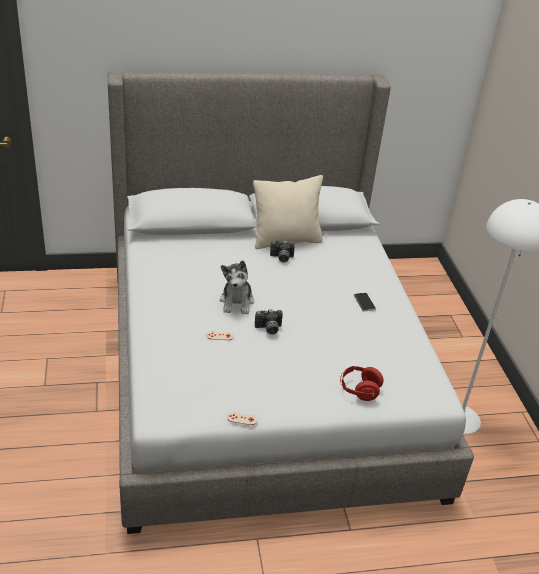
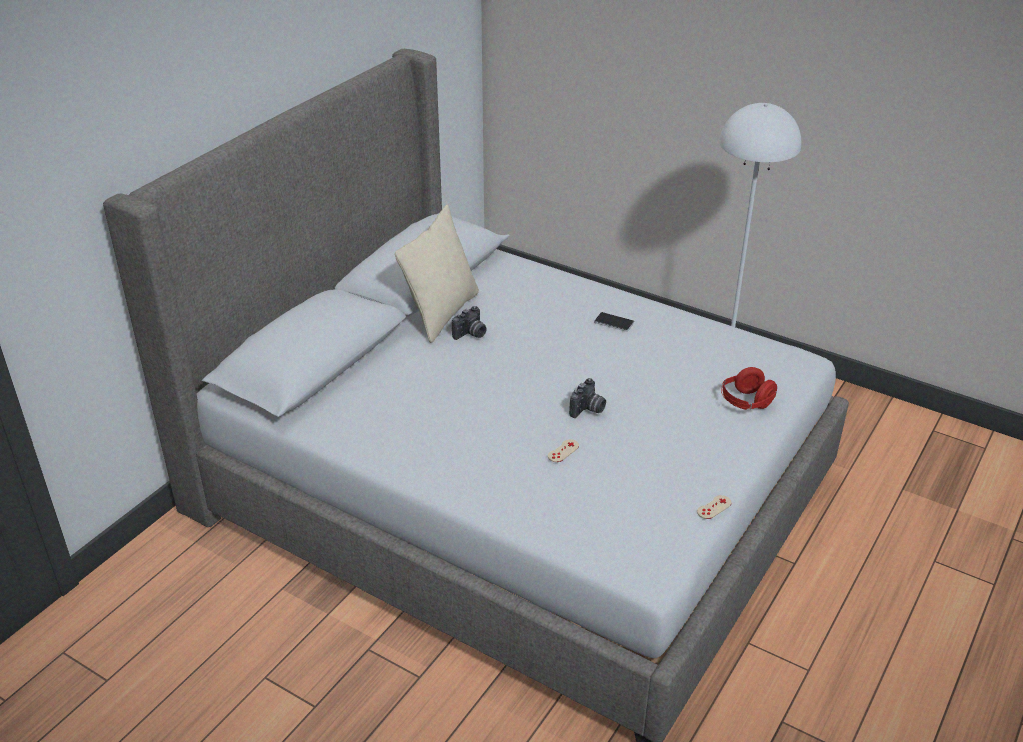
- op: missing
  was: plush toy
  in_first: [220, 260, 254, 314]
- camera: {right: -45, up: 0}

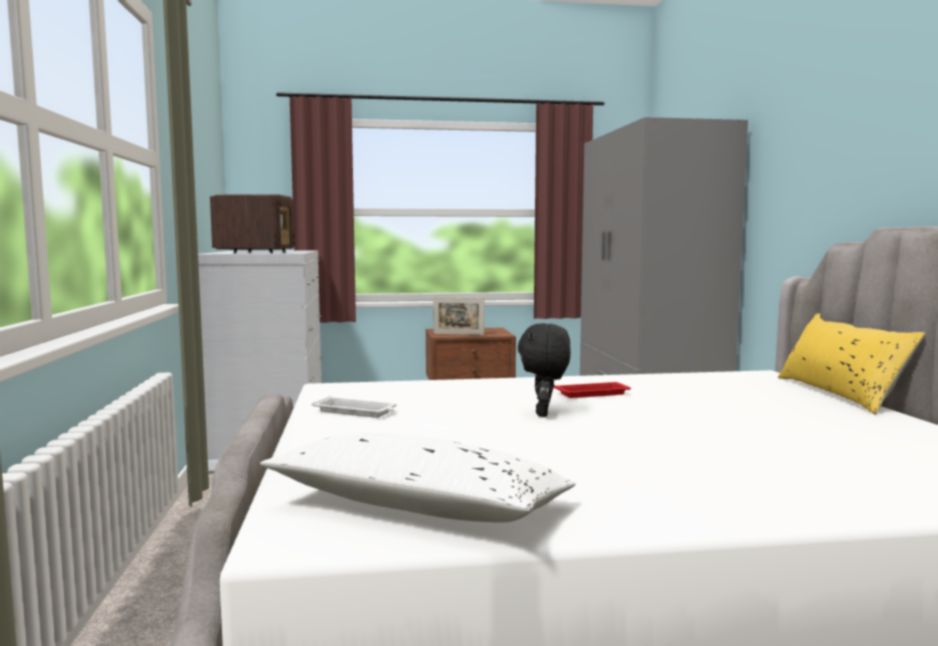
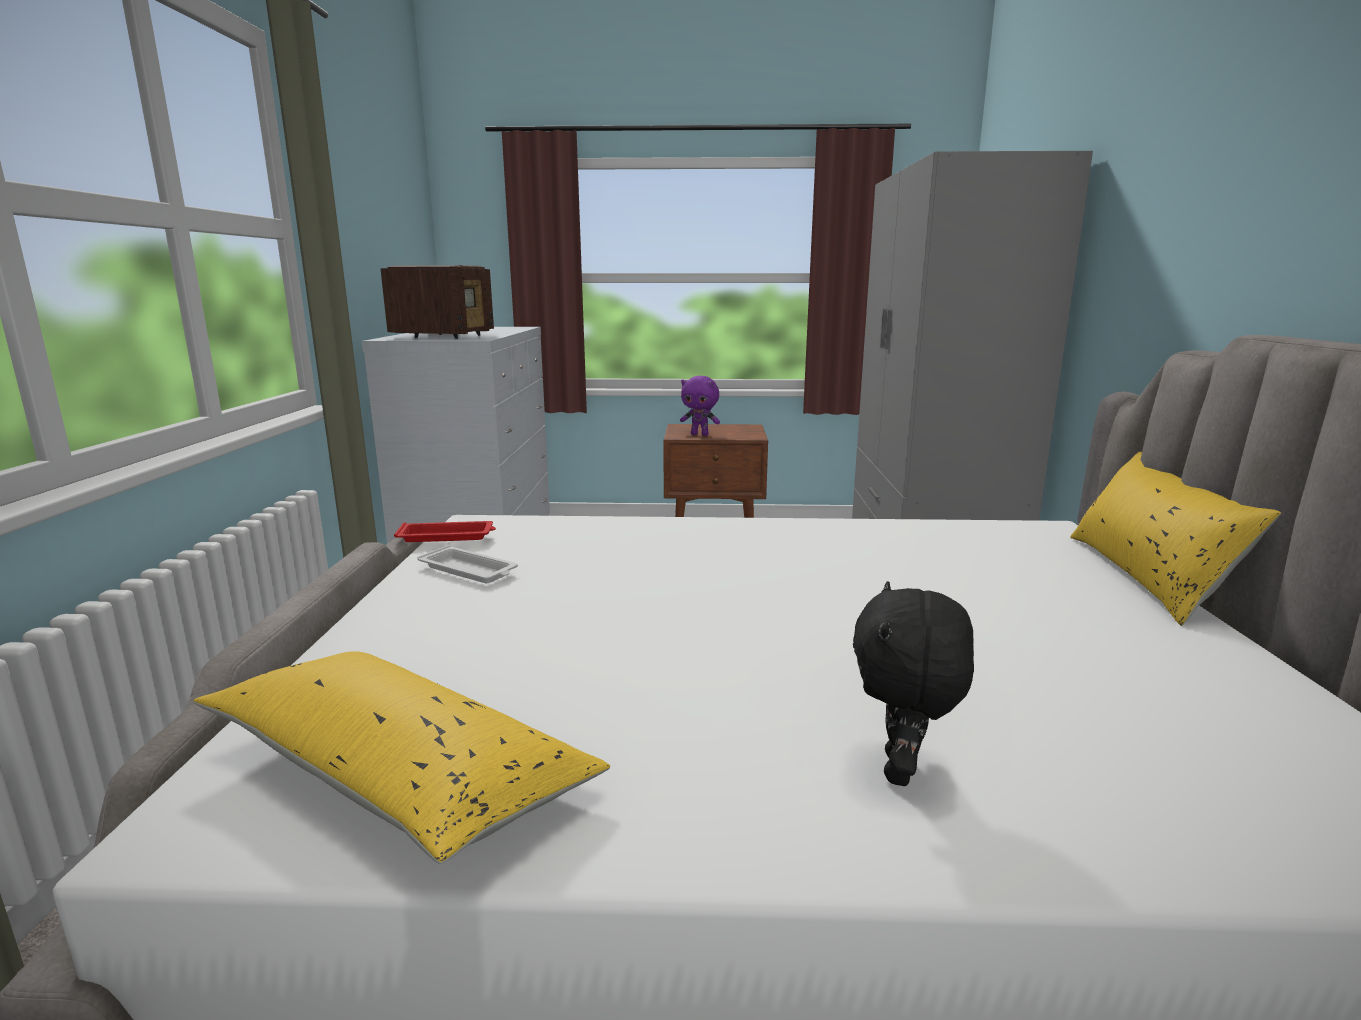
- op: relocated
  was: black plush toy
  in_first: [518, 323, 571, 417]
  in_second: [853, 581, 974, 786]
- op: relocated
  was: red tray
  in_first: [554, 382, 631, 398]
  in_second: [394, 521, 496, 542]
- op: exchanged
  was: picture frame
  now: purple plush toy
  in_first: [433, 297, 484, 335]
  in_second: [680, 376, 720, 436]
- op: colour
  was: white pillow
  now: yellow pillow
  in_first: [260, 432, 576, 523]
  in_second: [193, 651, 610, 864]
- camera: {right: 10, up: 10}

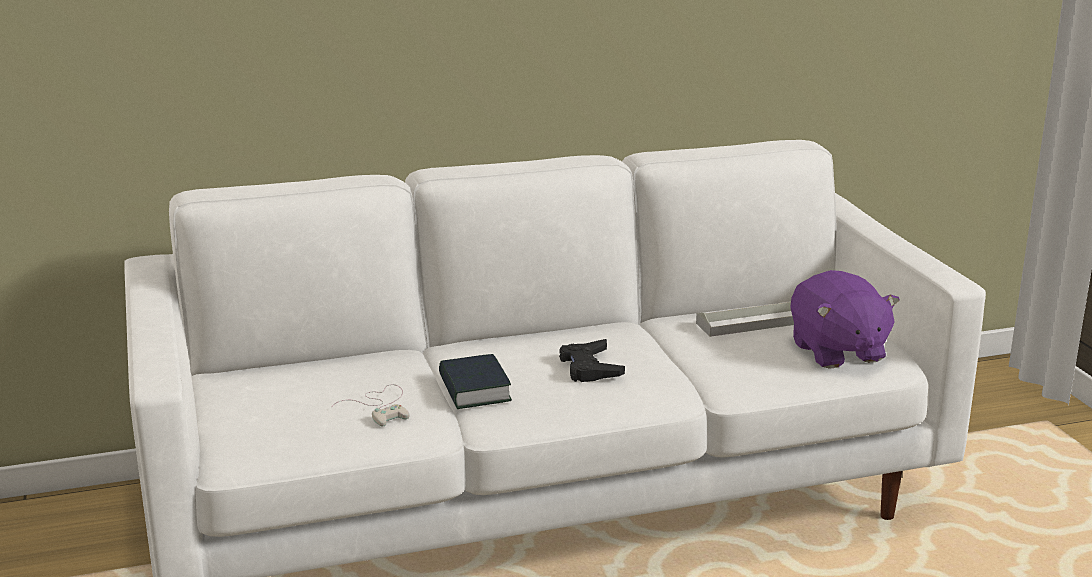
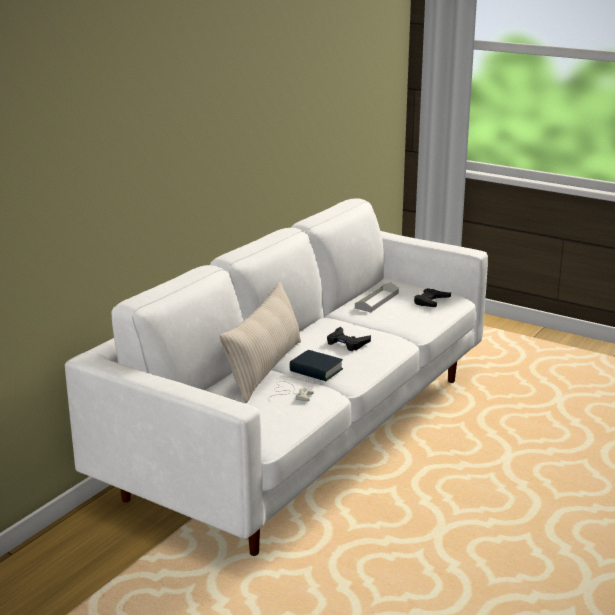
- op: appeared
  now: beige pillow
  in_second: [220, 282, 301, 403]
- op: exchanged
  was: purple plush toy
  now: black game controller
  in_first: [790, 270, 900, 369]
  in_second: [414, 288, 451, 307]
- camera: {right: -40, up: 0}

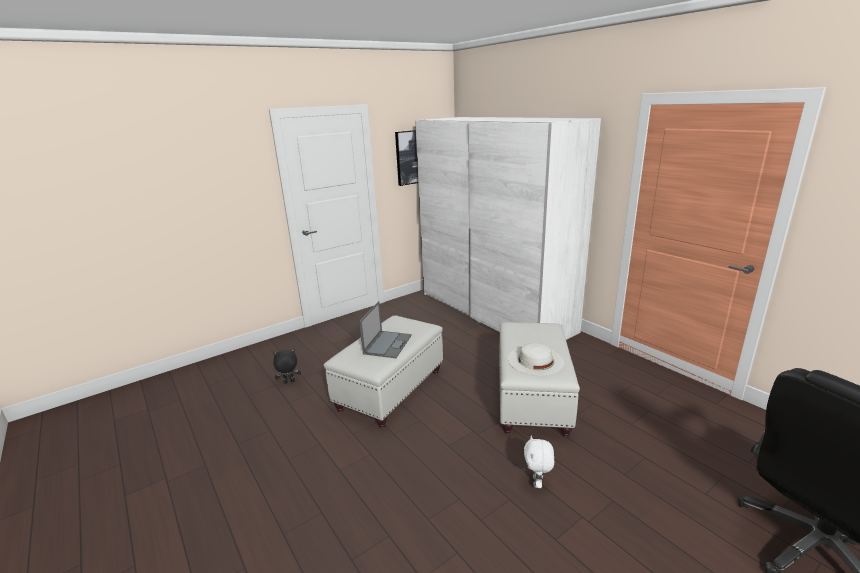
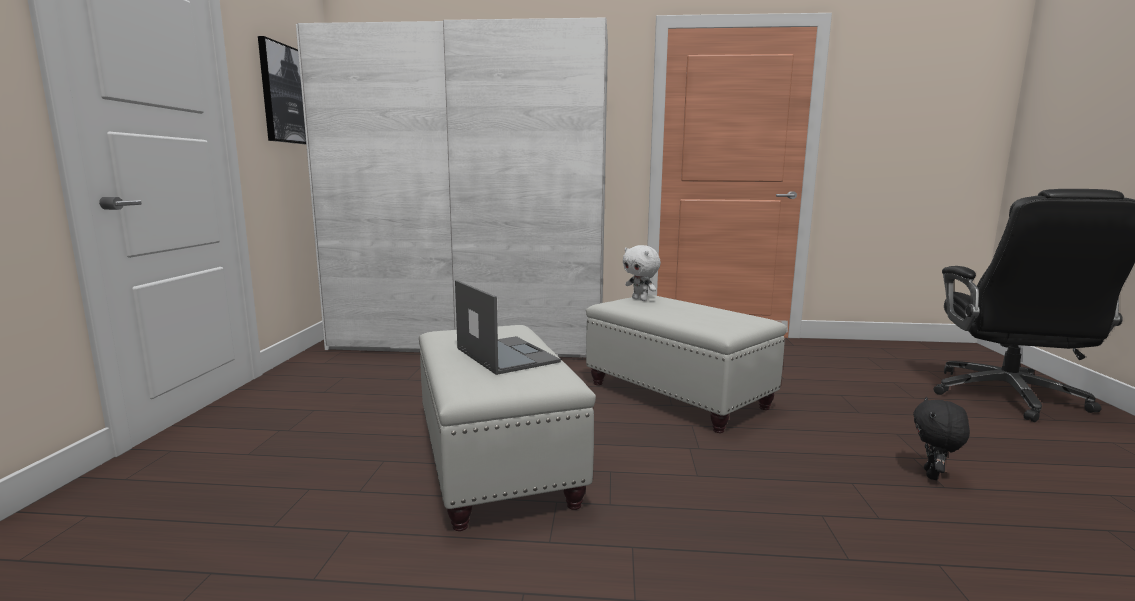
- op: missing
  was: white hat
  in_first: [508, 343, 564, 376]
- op: relocated
  was: black plush toy
  in_first: [273, 349, 301, 384]
  in_second: [913, 397, 970, 480]
- op: relocated
  was: white plush toy
  in_first: [524, 435, 554, 488]
  in_second: [623, 245, 661, 301]
- camera: {right: -50, up: -10}

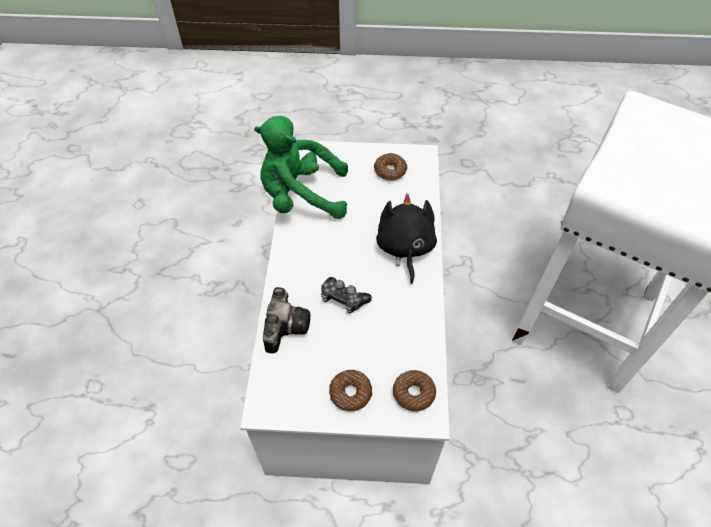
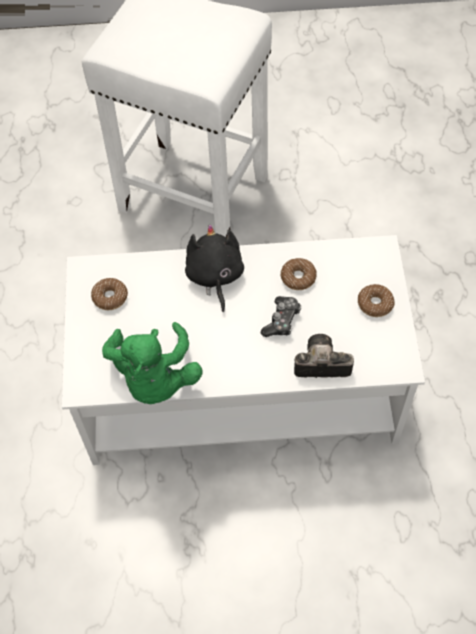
- op: relocated
  was: donut
  in_first: [393, 370, 436, 411]
  in_second: [281, 258, 317, 290]
- op: spun
  was: black plush toy
  in_first: [376, 193, 437, 284]
  in_second: [185, 224, 244, 312]
  clockwise: 90
- camera: {right: -95, up: 5}

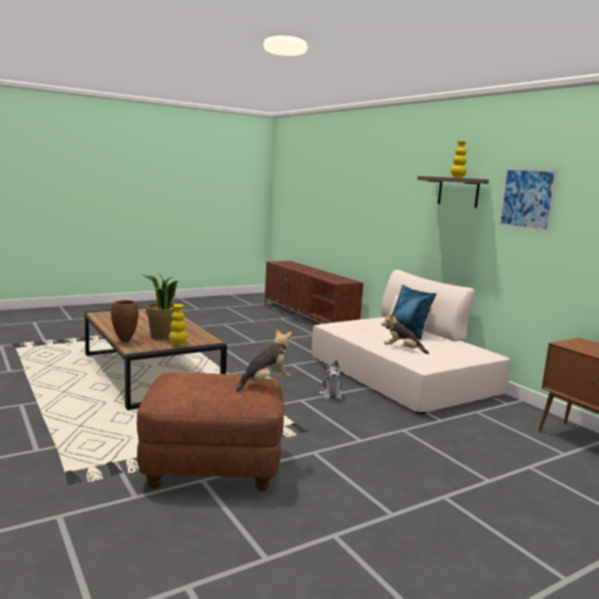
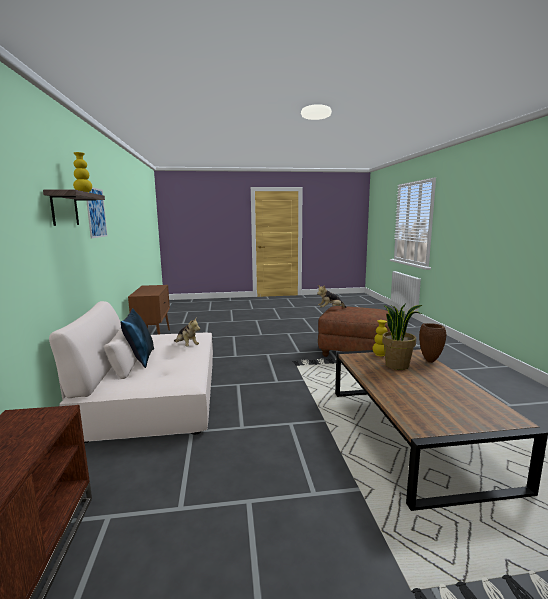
- op: missing
  was: plush toy
  in_first: [319, 360, 343, 400]
- camera: {right: -155, up: 0}

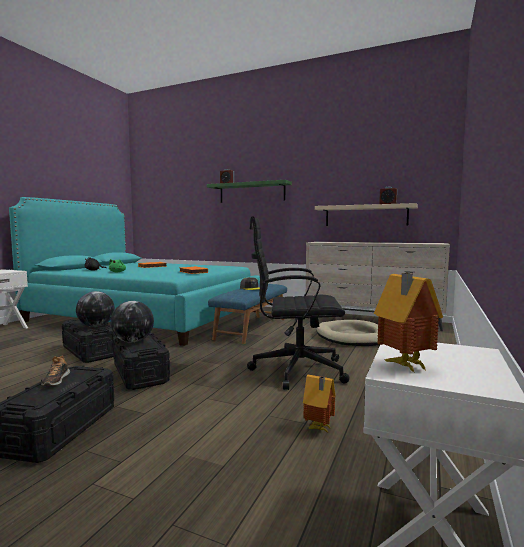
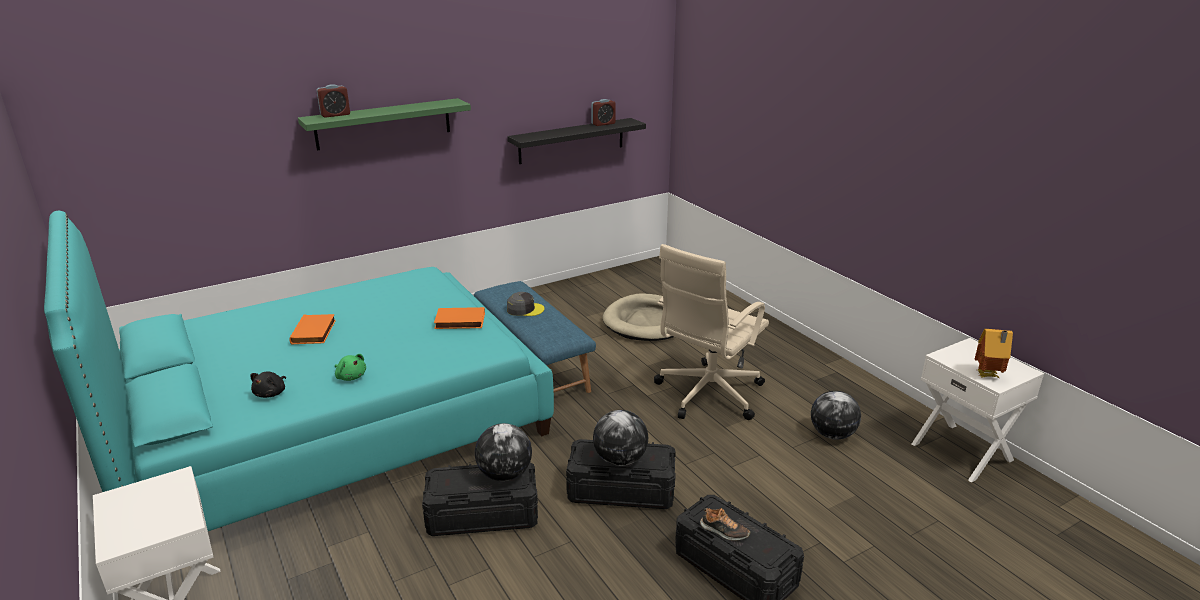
- op: missing
  was: beige dresser
  in_first: [306, 242, 450, 331]
- op: exchanged
  was: toy house
  now: globe
  in_first: [303, 374, 336, 432]
  in_second: [811, 391, 861, 440]
- op: colour
  was: black office chair
  now: beige office chair
  in_first: [247, 216, 350, 390]
  in_second: [654, 244, 769, 420]
- op: colour
  was: beige shelf
  now: black shelf
  in_first: [315, 203, 418, 226]
  in_second: [507, 118, 646, 164]
- camera: {right: -55, up: 20}

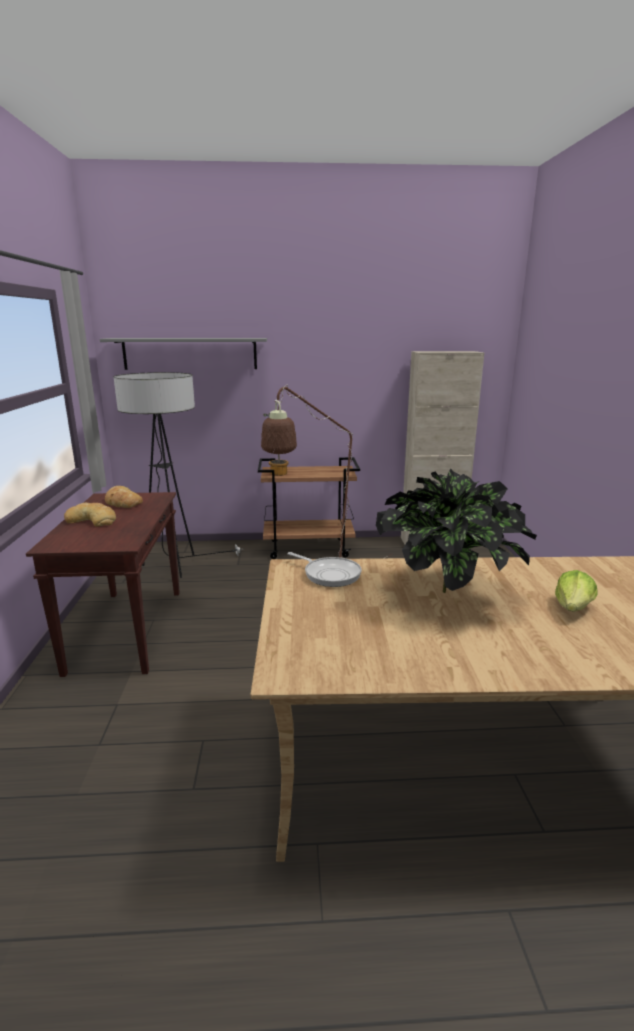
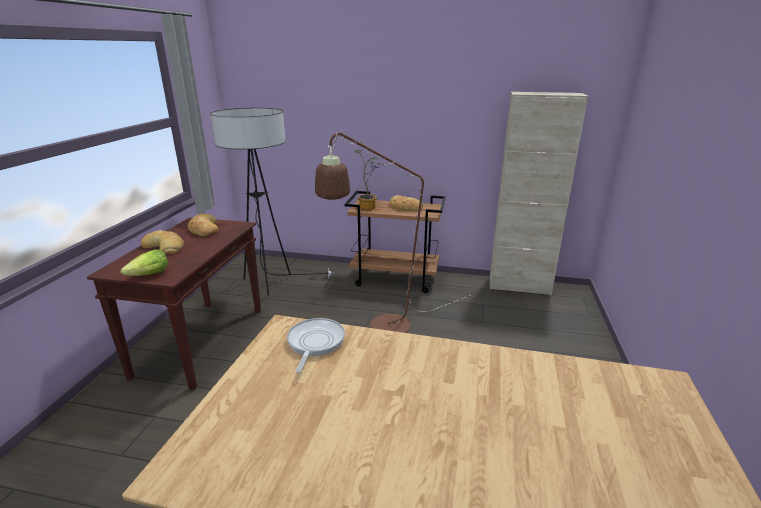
- op: missing
  was: grey shelf
  in_first: [100, 338, 267, 370]
- op: missing
  was: potted plant
  in_first: [376, 468, 537, 593]
- op: appeared
  now: bread
  in_second: [390, 195, 423, 211]
- op: relocated
  was: lettuce
  in_first: [555, 570, 598, 612]
  in_second: [121, 250, 168, 276]
- op: spun
  was: frying pan
  in_first: [287, 552, 362, 587]
  in_second: [287, 318, 345, 373]
  clockwise: -135
- camera: {right: 15, up: 5}

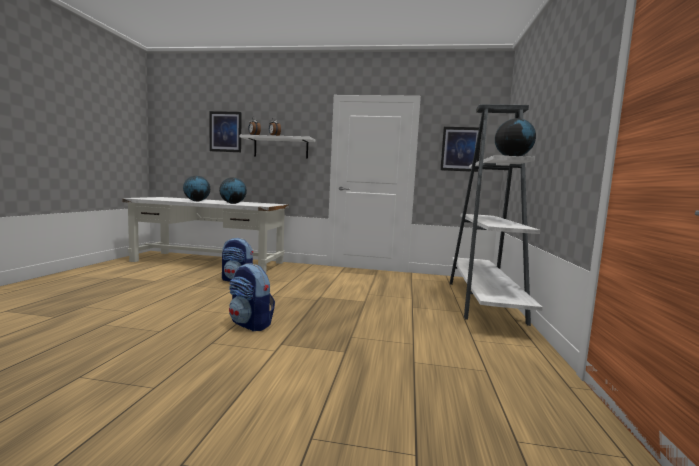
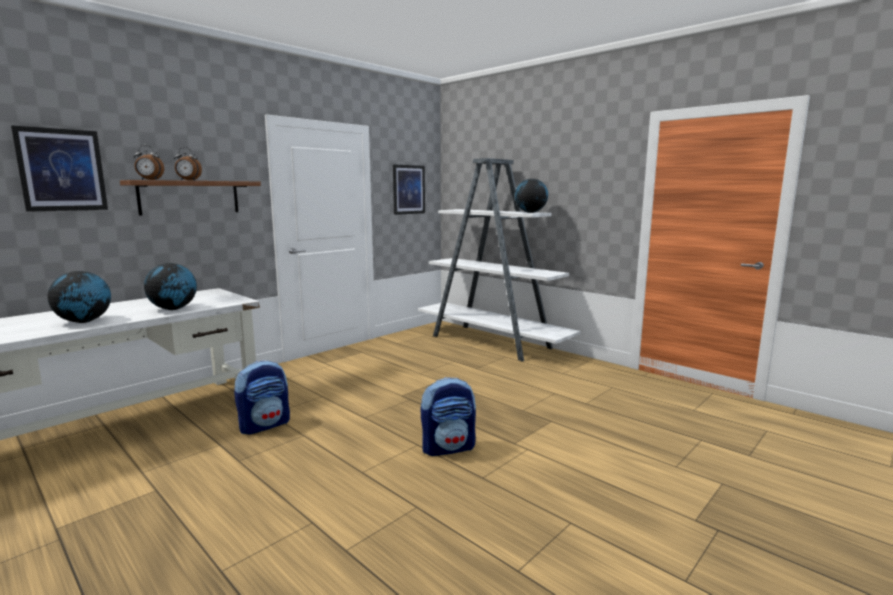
- op: colour
  was: white shelf
  now: brown shelf
  in_first: [240, 135, 315, 159]
  in_second: [120, 180, 261, 215]
- camera: {right: -55, up: 5}

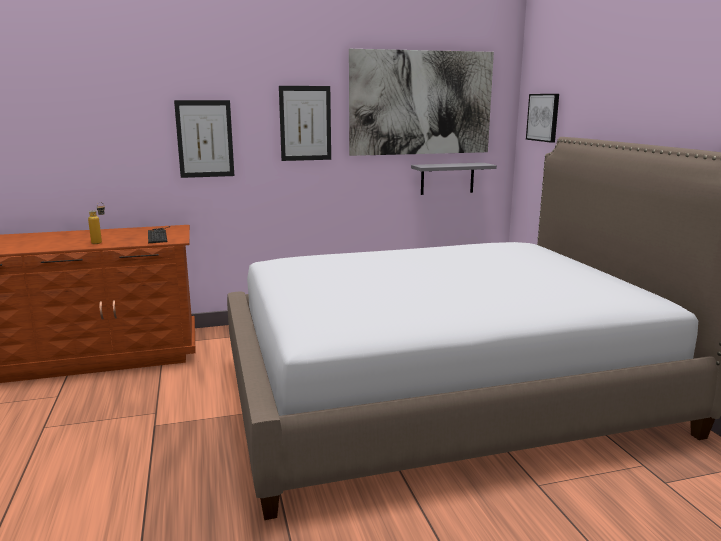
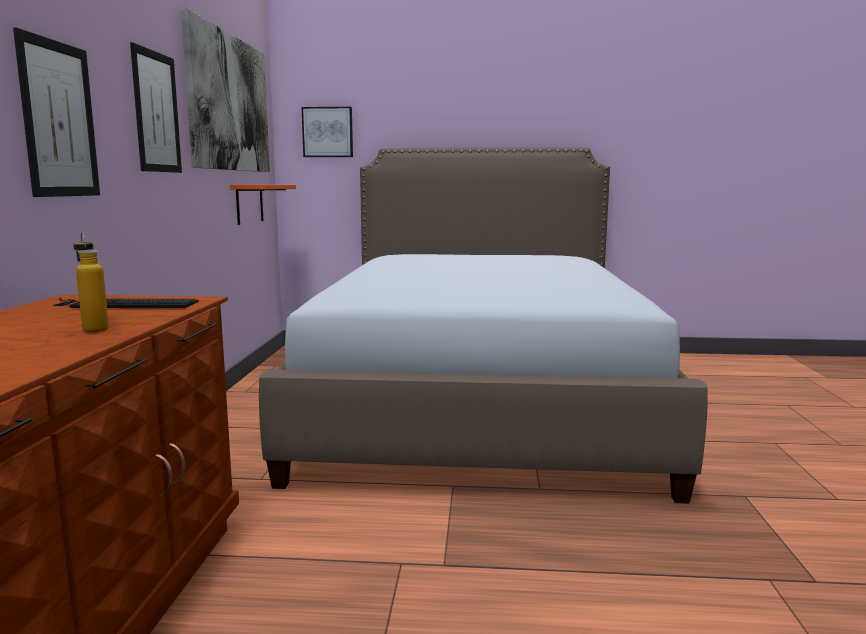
- op: colour
  was: grey shelf
  now: orange shelf
  in_first: [411, 163, 497, 195]
  in_second: [230, 185, 296, 225]
- camera: {right: -70, up: -5}

